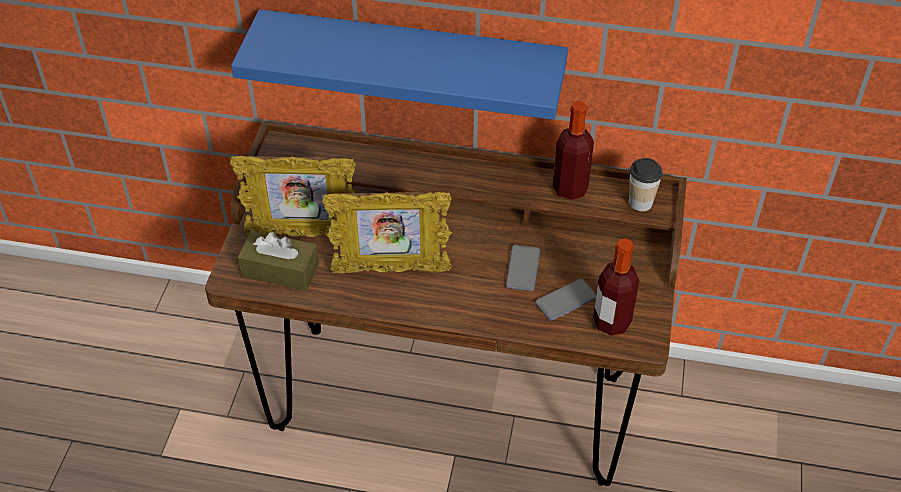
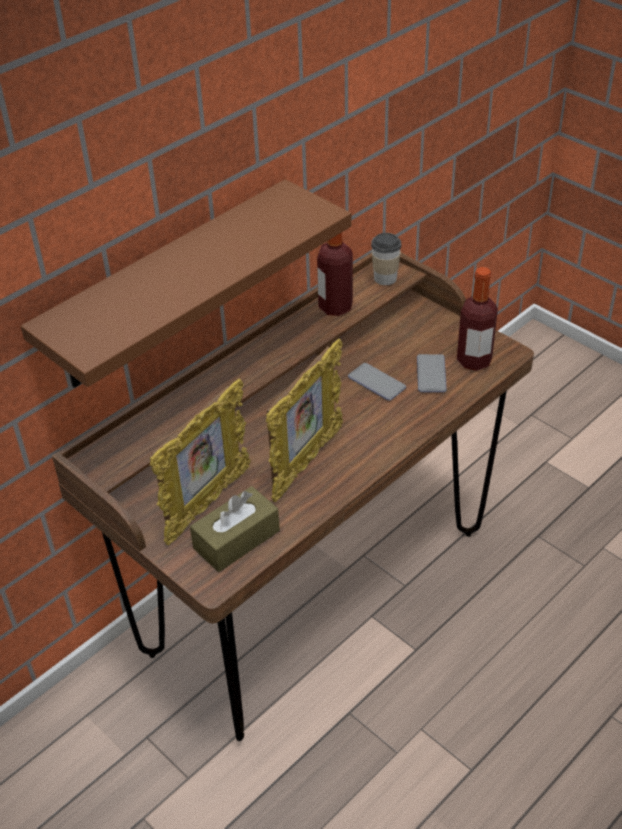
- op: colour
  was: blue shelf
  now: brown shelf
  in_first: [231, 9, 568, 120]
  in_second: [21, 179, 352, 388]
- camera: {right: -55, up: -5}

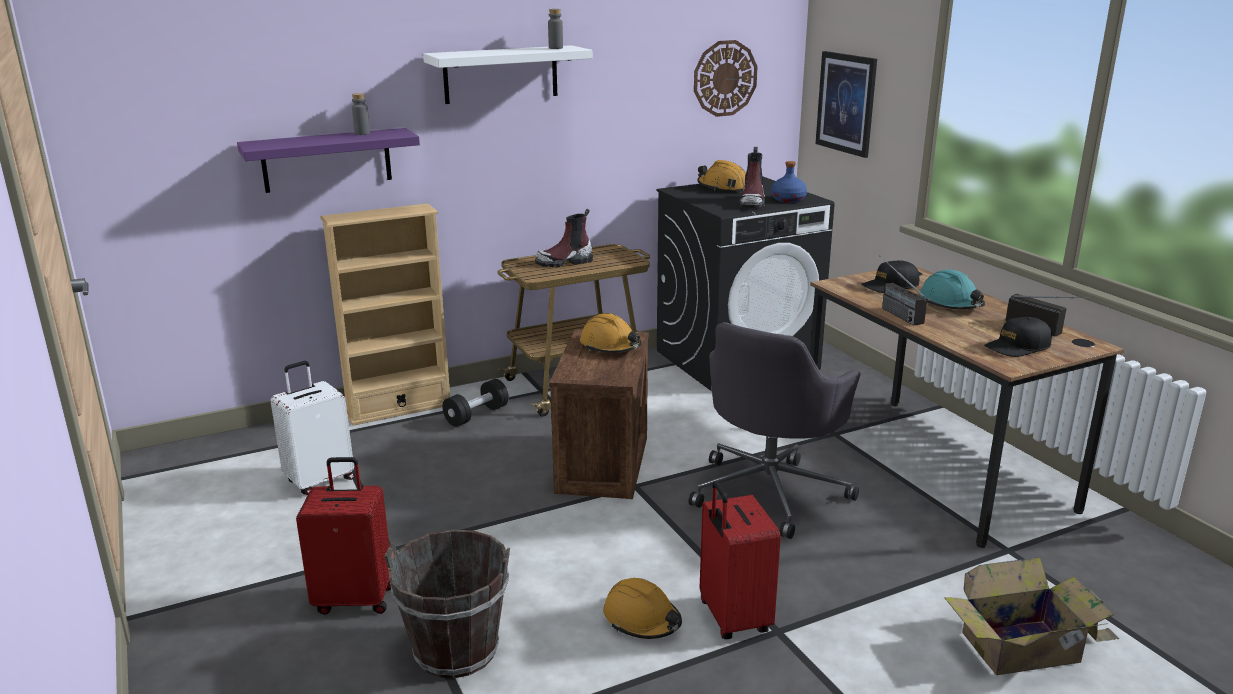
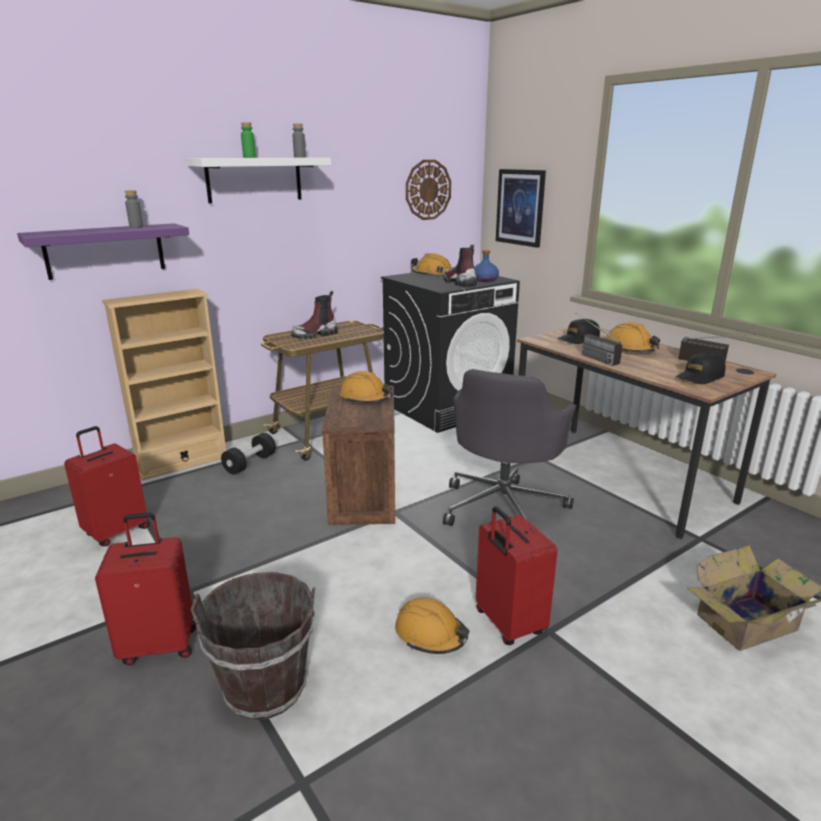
- op: appeared
  now: green bottle
  in_second: [241, 122, 256, 158]
- op: colour
  was: white suitcase
  now: red suitcase
  in_first: [270, 361, 355, 495]
  in_second: [64, 426, 149, 546]
- op: colour
  was: turquoise hard hat
  now: orange hard hat
  in_first: [919, 270, 985, 309]
  in_second: [607, 322, 660, 352]
- op: spun
  was: boot
  in_first: [739, 147, 765, 208]
  in_second: [444, 245, 477, 287]
  clockwise: 150
- camera: {right: -10, up: 0}

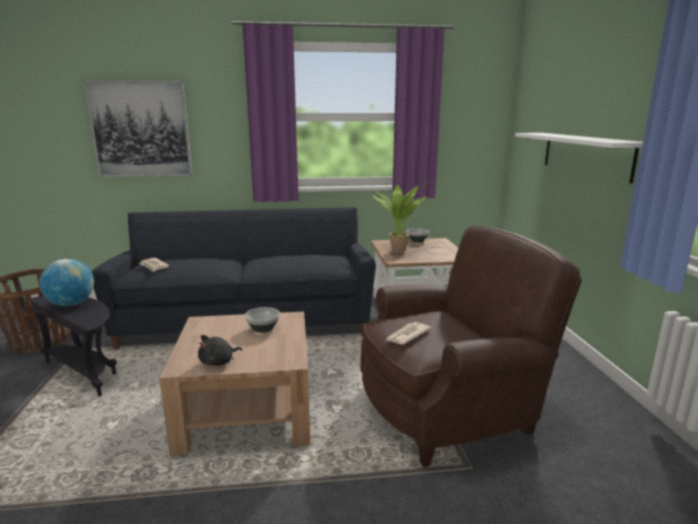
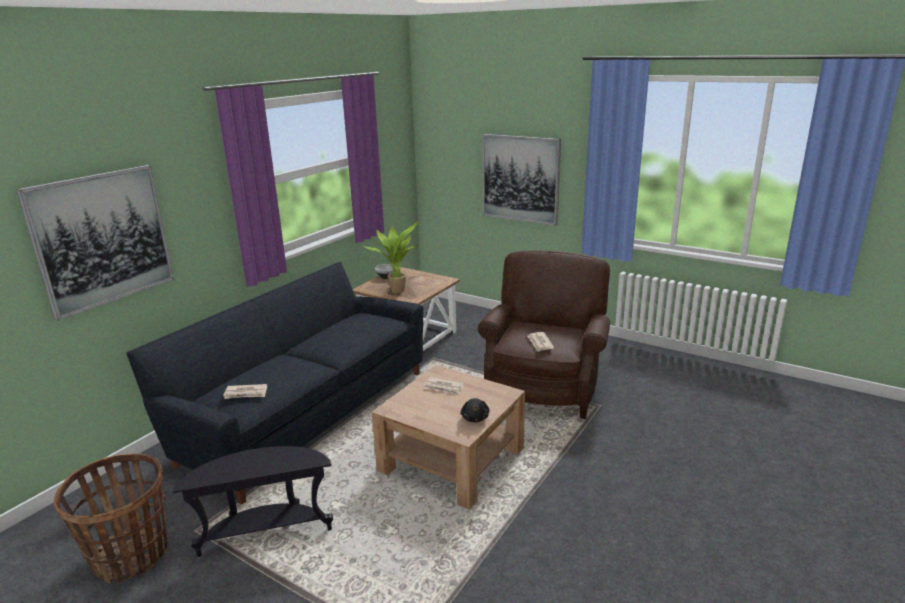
- op: missing
  was: globe
  in_first: [39, 259, 94, 306]
- op: exchanged
  was: bowl
  now: newspaper
  in_first: [245, 307, 280, 333]
  in_second: [424, 377, 464, 395]
- op: exchanged
  was: white shelf
  now: picture
  in_first: [515, 133, 643, 184]
  in_second: [482, 134, 561, 226]
- camera: {right: -50, up: 5}

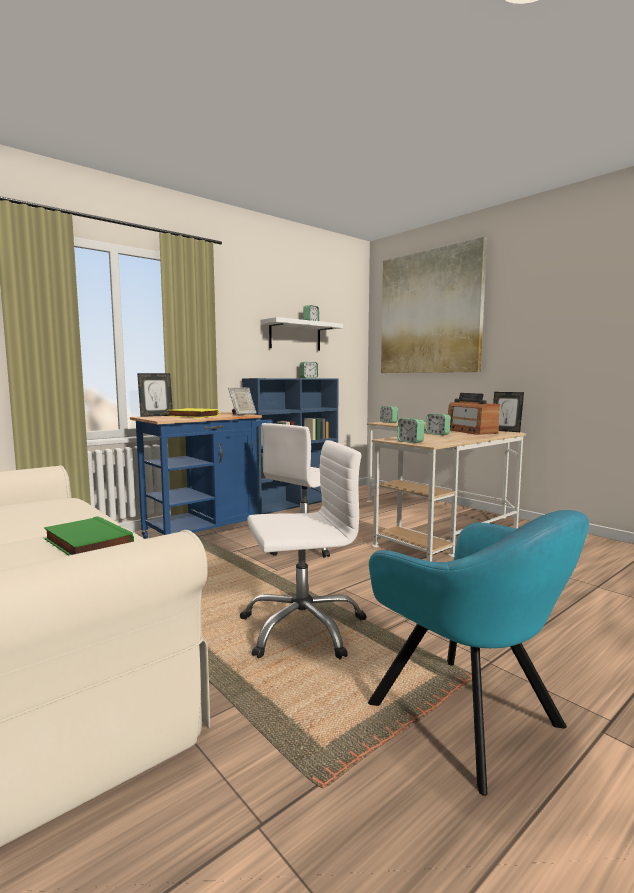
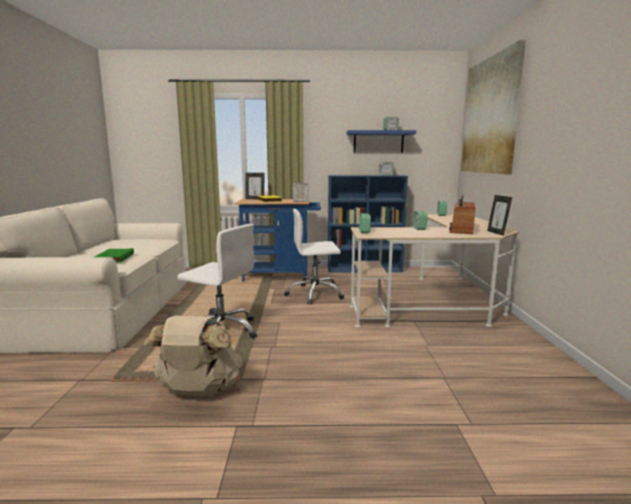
- op: exchanged
  was: turquoise armchair
  now: beige backpack
  in_first: [368, 510, 589, 796]
  in_second: [143, 316, 243, 396]
- op: colour
  was: white shelf
  now: blue shelf
  in_first: [261, 317, 343, 351]
  in_second: [346, 130, 416, 153]
- camera: {right: 40, up: 5}

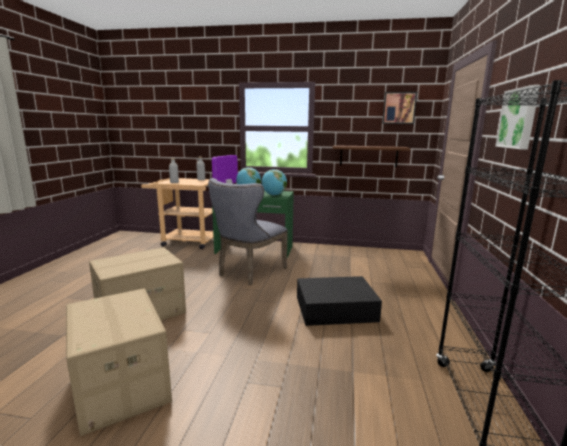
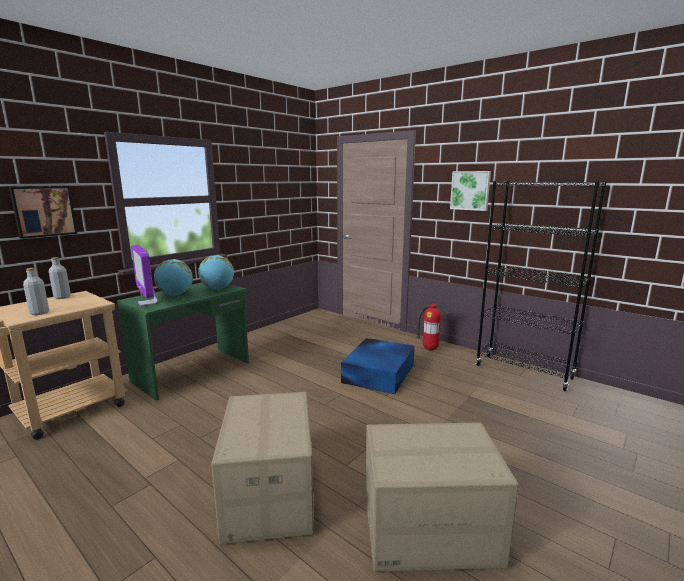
- op: missing
  was: grey chair
  in_first: [208, 178, 288, 285]
- op: missing
  was: brown shelf
  in_first: [333, 145, 410, 167]
- op: appeared
  now: fire extinguisher
  in_second: [416, 304, 452, 351]
- op: relocated
  was: picture
  in_first: [382, 92, 417, 124]
  in_second: [9, 186, 77, 239]
- op: colour
  was: black storage box
  now: blue storage box
  in_first: [297, 276, 382, 326]
  in_second: [341, 338, 415, 394]
- camera: {right: -60, up: 0}

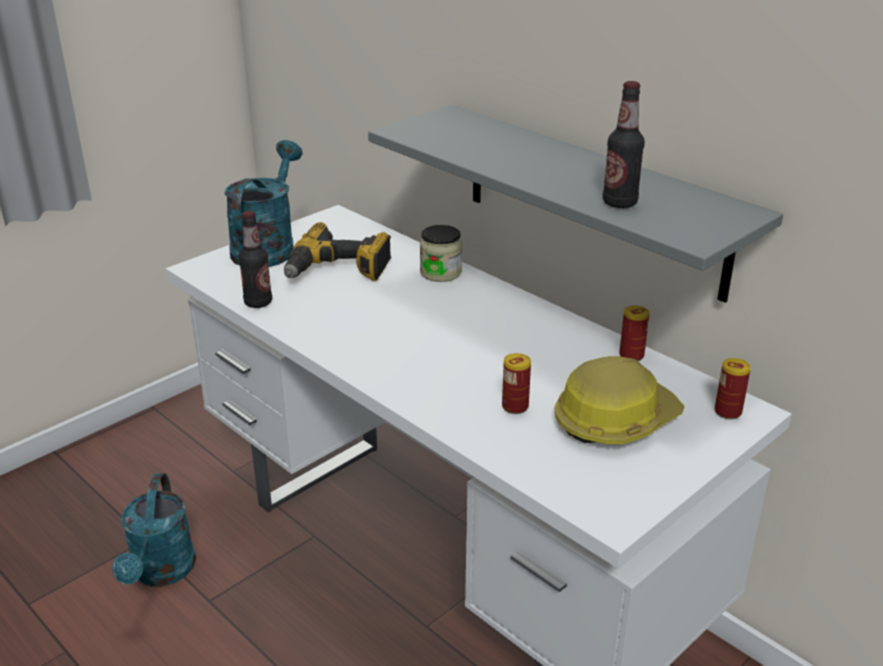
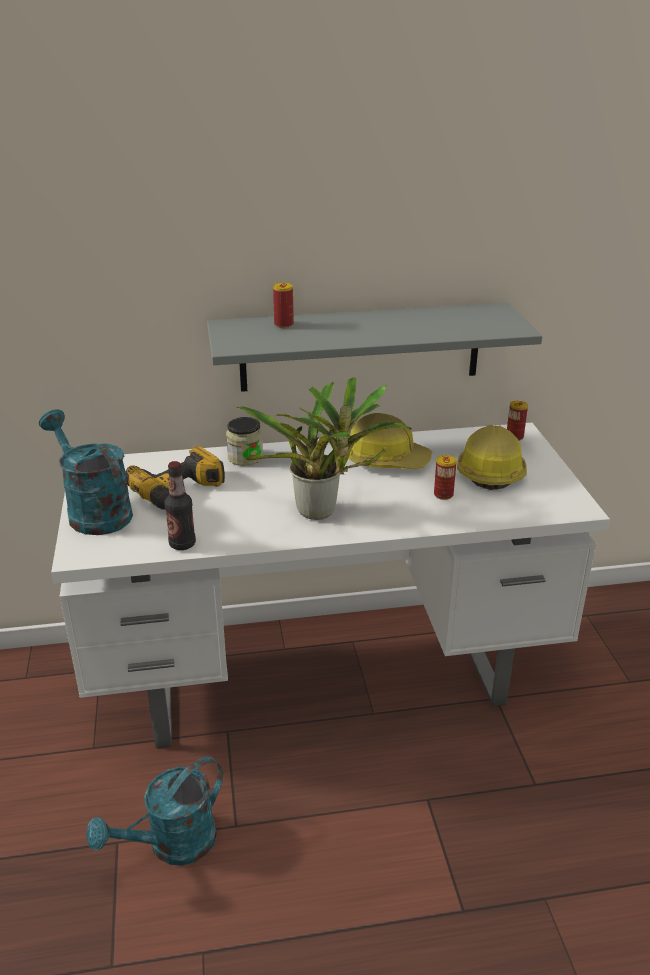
- op: missing
  was: bottle
  in_first: [603, 81, 645, 208]
- op: appeared
  now: potted plant
  in_second: [236, 377, 411, 520]
- op: appeared
  now: hard hat
  in_second: [349, 413, 432, 469]
- op: relocated
  was: can
  in_first: [619, 305, 650, 361]
  in_second: [273, 283, 294, 328]
- op: spun
  was: turquoise watering can
  in_first: [112, 473, 196, 587]
  in_second: [86, 757, 223, 865]
  clockwise: 105
- camera: {right: -55, up: 0}

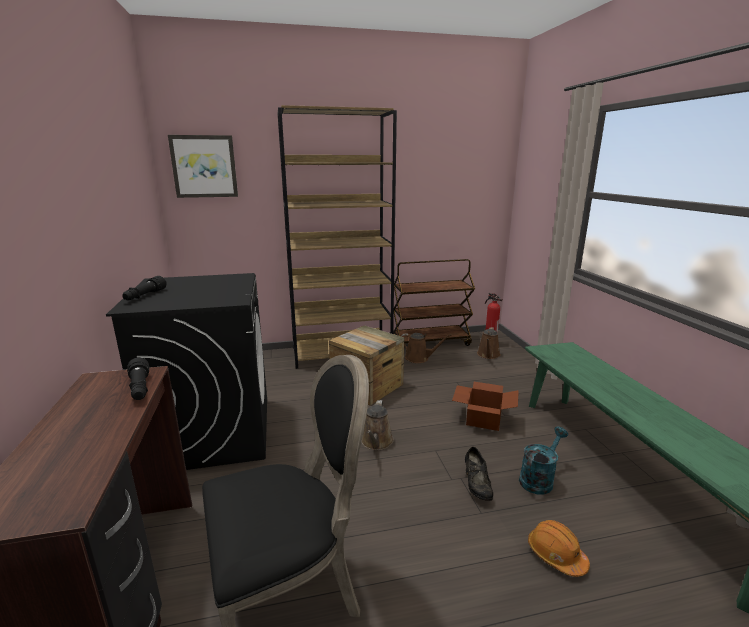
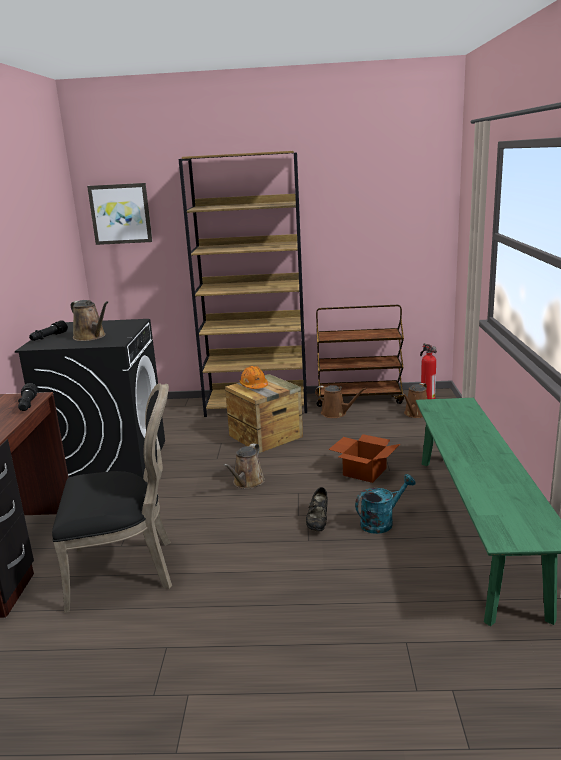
- op: appeared
  now: brown watering can
  in_second: [71, 300, 108, 341]
- op: relocated
  was: orange hard hat
  in_first: [528, 520, 590, 577]
  in_second: [240, 366, 268, 389]
- camera: {right: 15, up: 0}

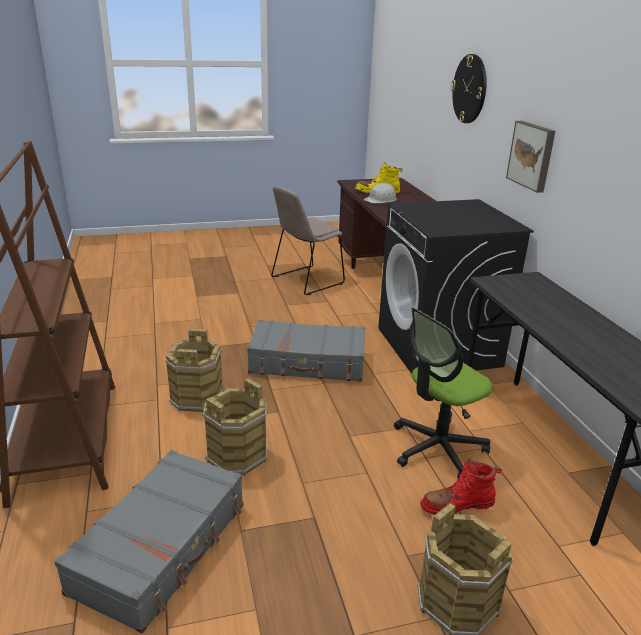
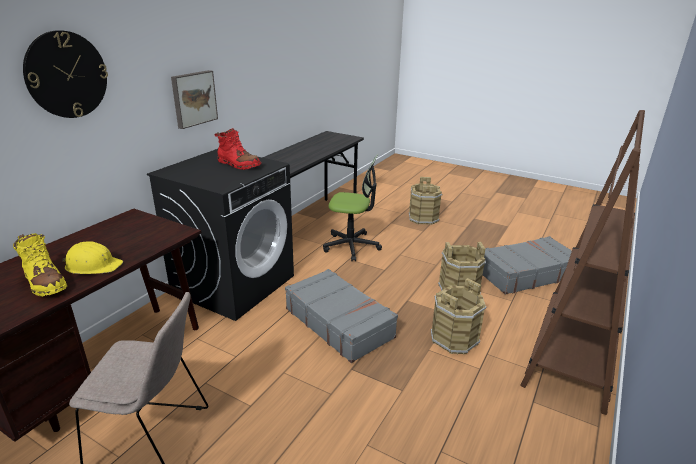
- op: relocated
  was: red boot
  in_first: [420, 459, 502, 515]
  in_second: [215, 128, 261, 170]
- op: colour
  was: white hard hat
  now: yellow hard hat
  in_first: [364, 183, 397, 203]
  in_second: [62, 241, 123, 274]
- camera: {right: -135, up: 0}

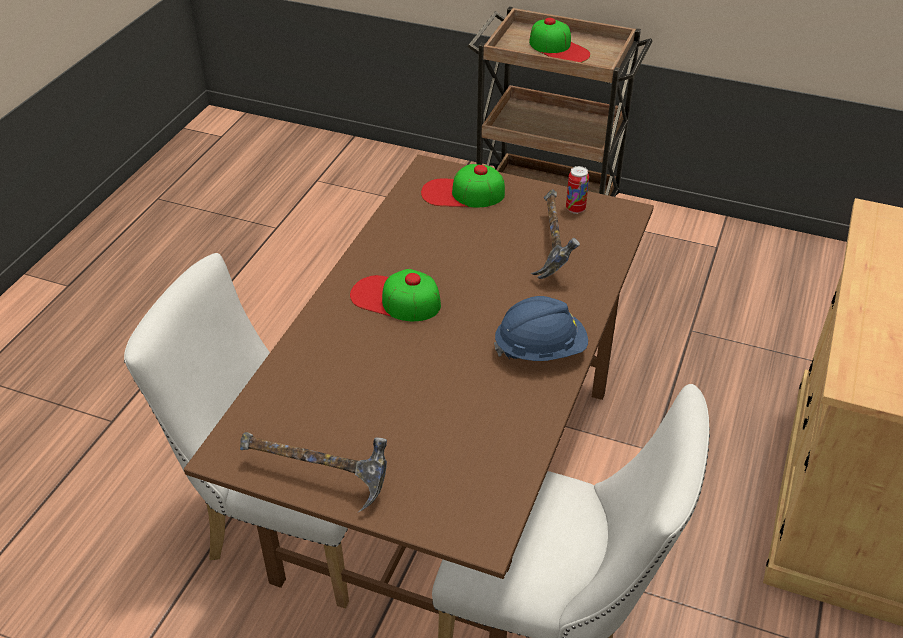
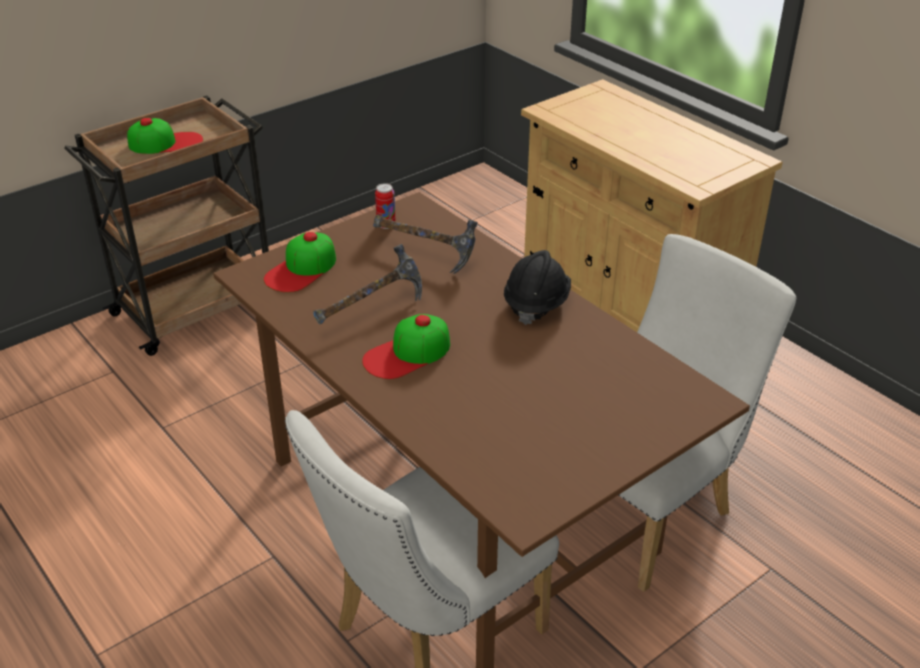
- op: relocated
  was: hammer
  in_first: [240, 432, 387, 513]
  in_second: [313, 244, 422, 324]
- op: colour
  was: blue hard hat
  now: black hard hat
  in_first: [494, 296, 588, 361]
  in_second: [504, 250, 571, 325]
- camera: {right: -60, up: -5}

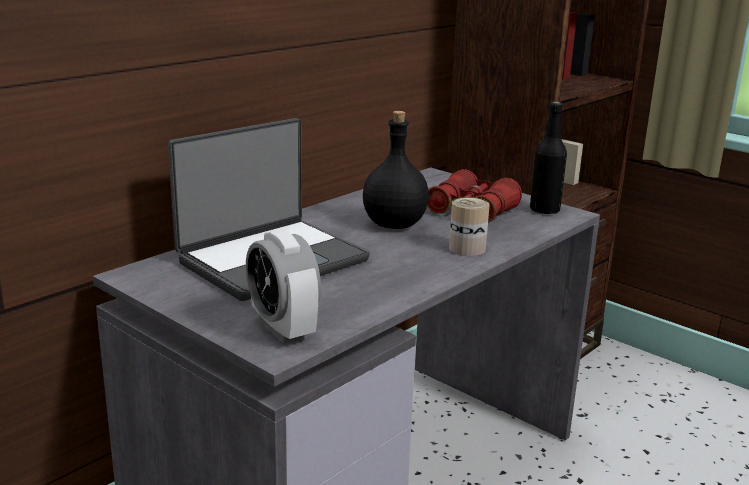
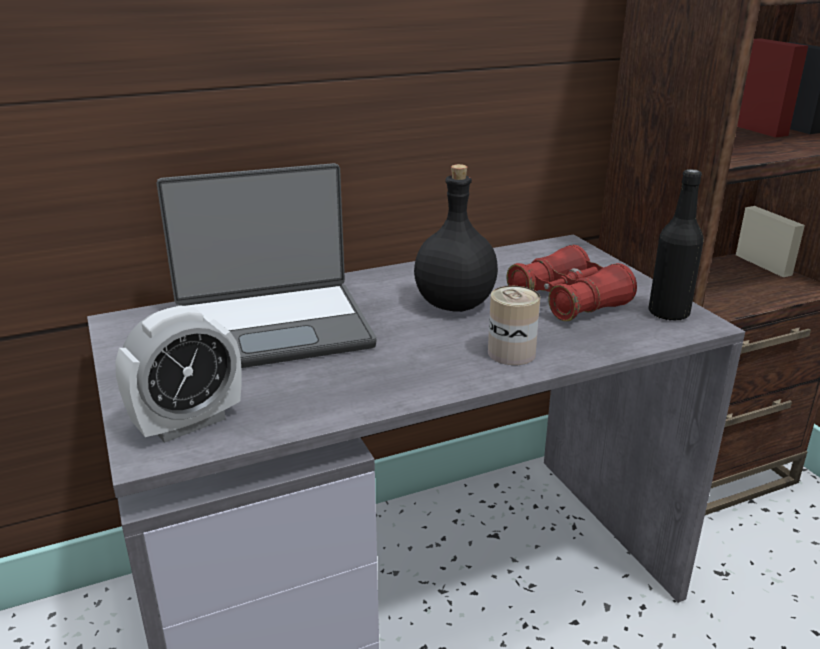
- op: spun
  was: alarm clock
  in_first: [246, 230, 321, 344]
  in_second: [115, 306, 242, 443]
  clockwise: -120
- camera: {right: 25, up: 5}

